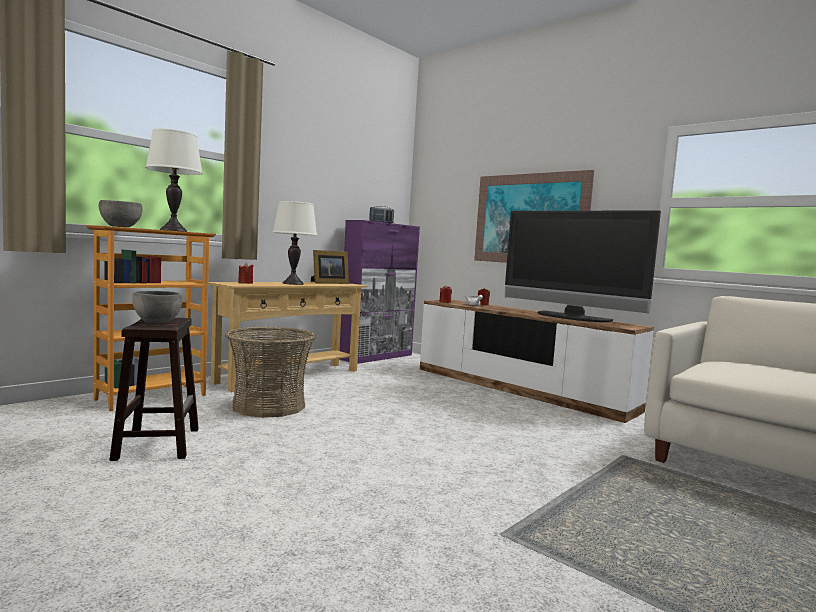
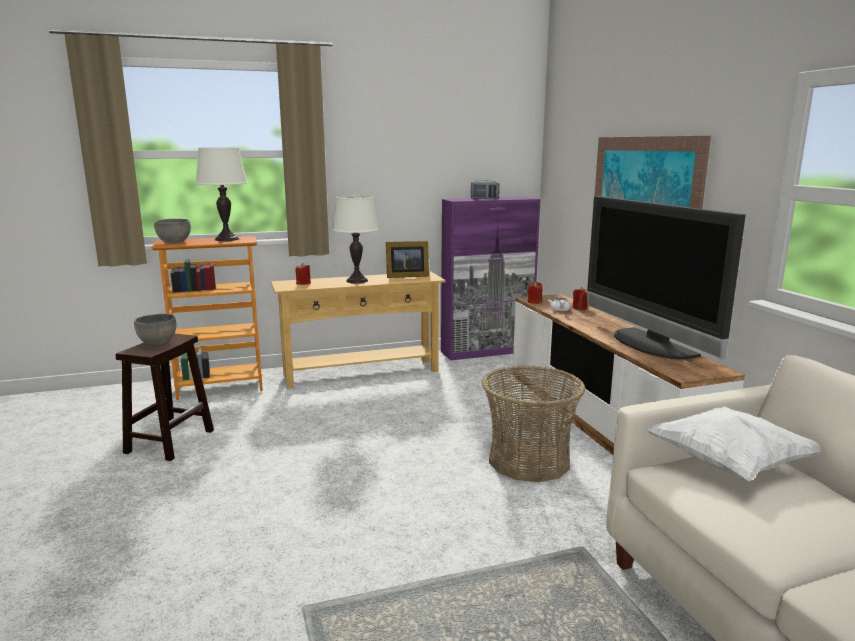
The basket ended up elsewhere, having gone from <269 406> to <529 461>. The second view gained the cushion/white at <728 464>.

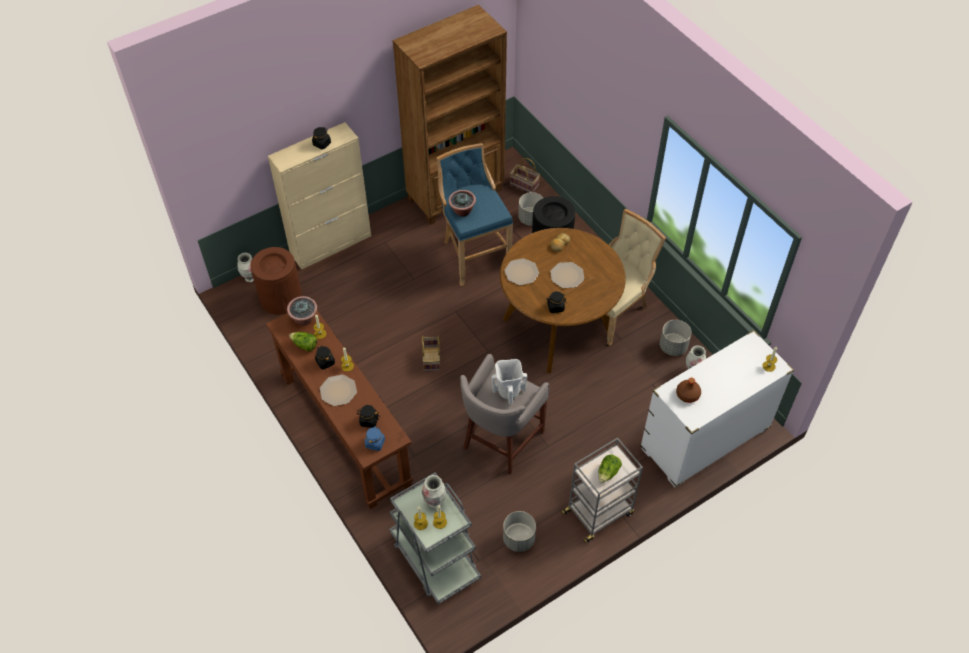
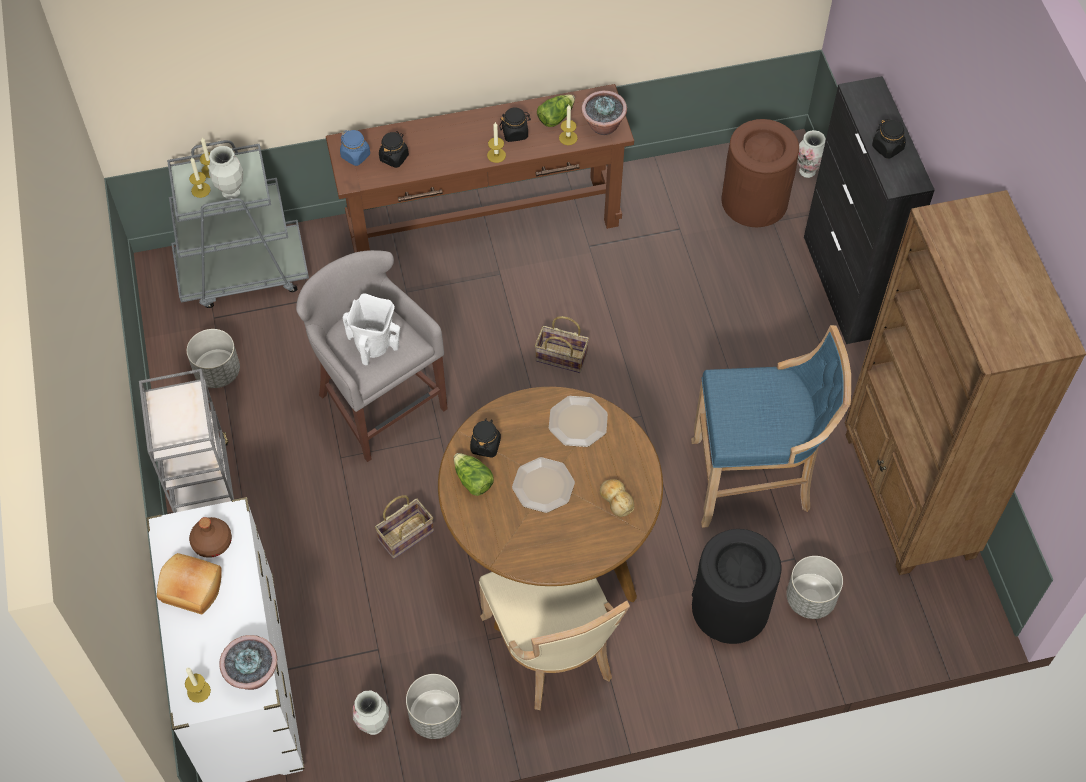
The second view gained the baked bread at <191 590>. The houseplant ended up elsewhere, having gone from <462 211> to <253 674>. The basket ended up elsewhere, having gone from <525 184> to <405 537>. The head of lettuce ended up elsewhere, having gone from <608 473> to <472 480>. What was the cabinet/beige at <331 244> turned into the cabinet/black-coloured at <844 286>. The second view lost the flat dish at <338 390>.

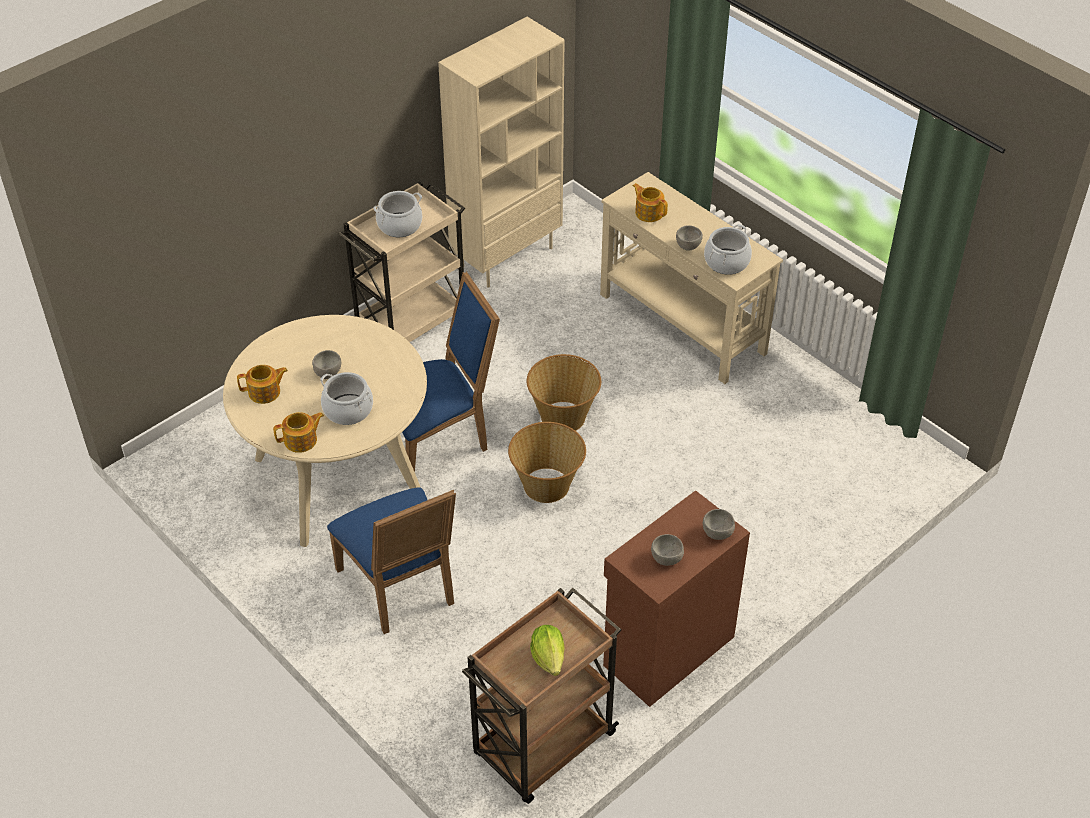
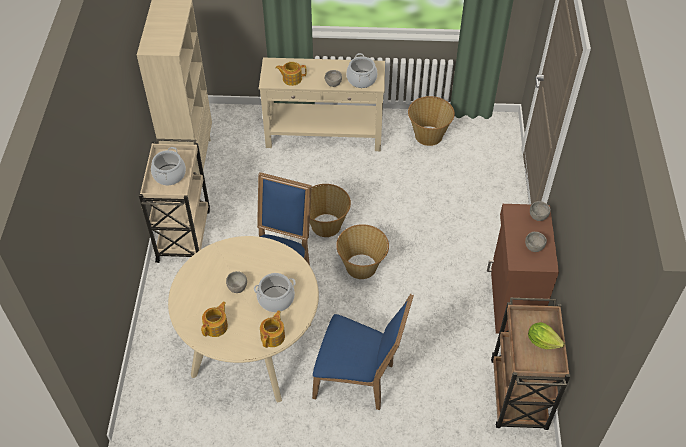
The second view gained the basket at <428 135>.

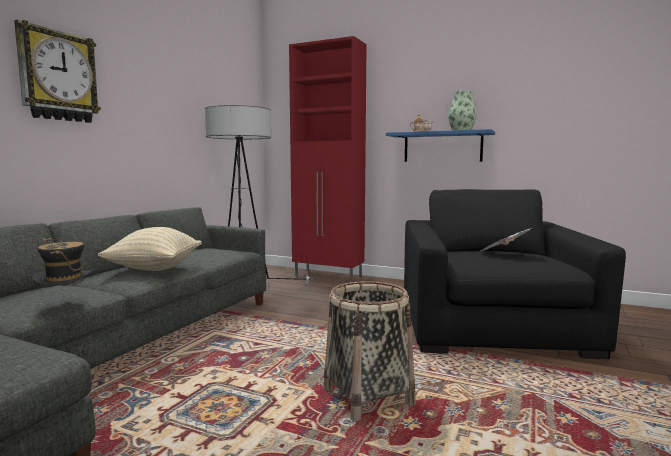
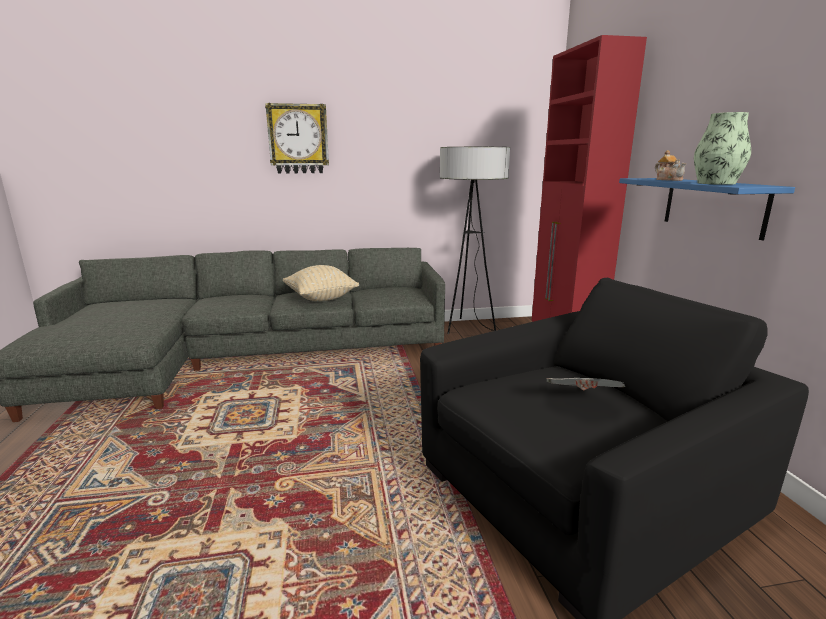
The second view lost the clothing hat at <66 304>. The second view lost the basket at <368 397>.

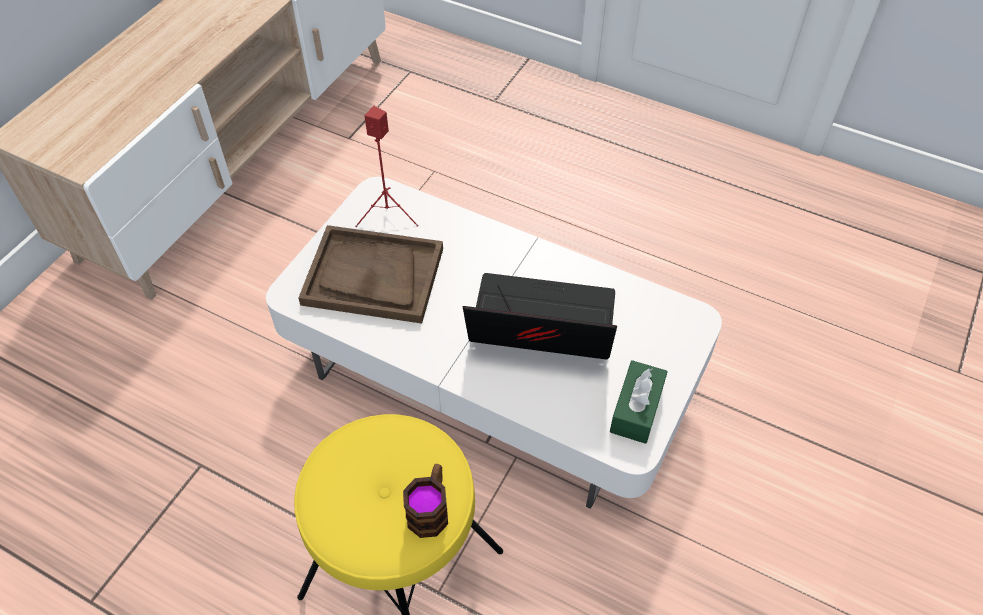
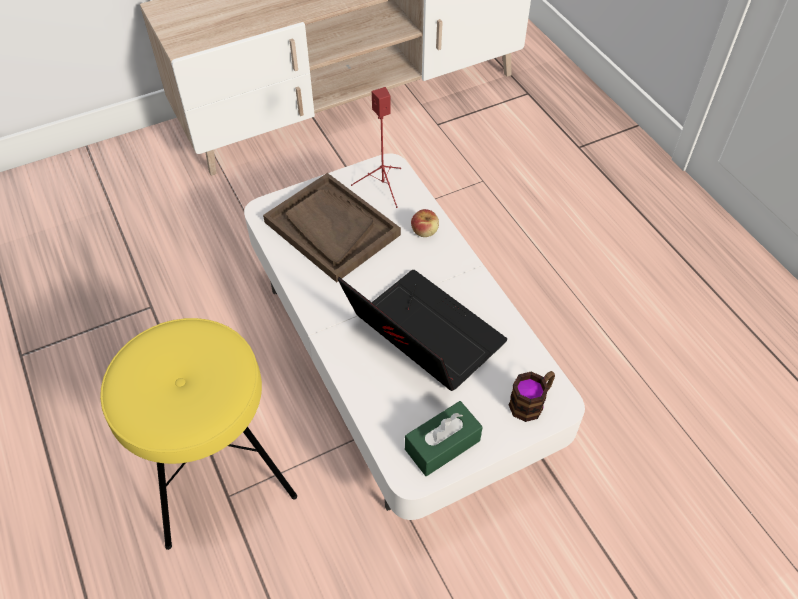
The second view gained the whole apple at <425 231>. The coffee mug ended up elsewhere, having gone from <430 509> to <531 402>.

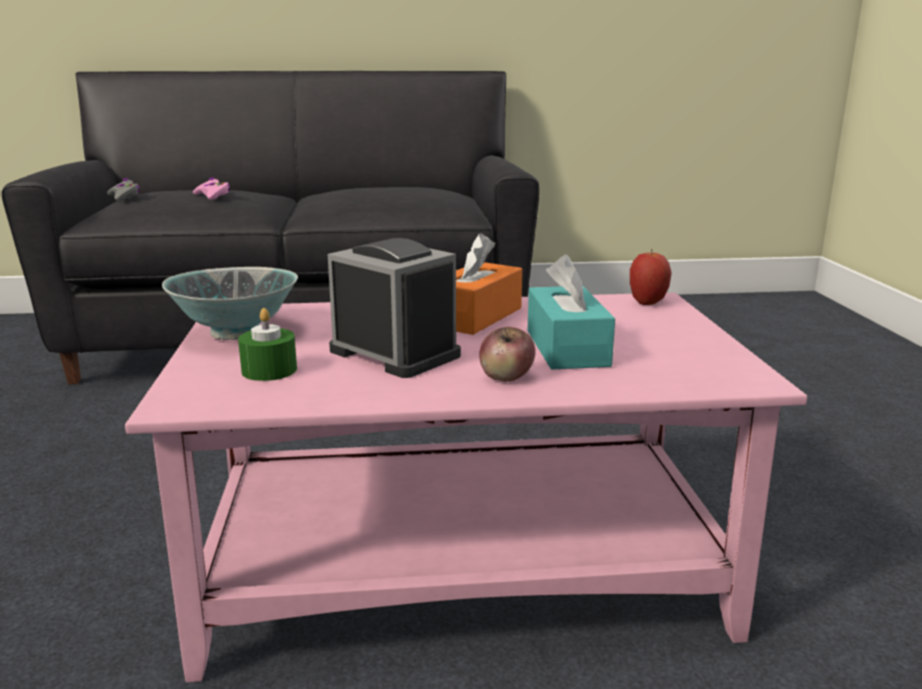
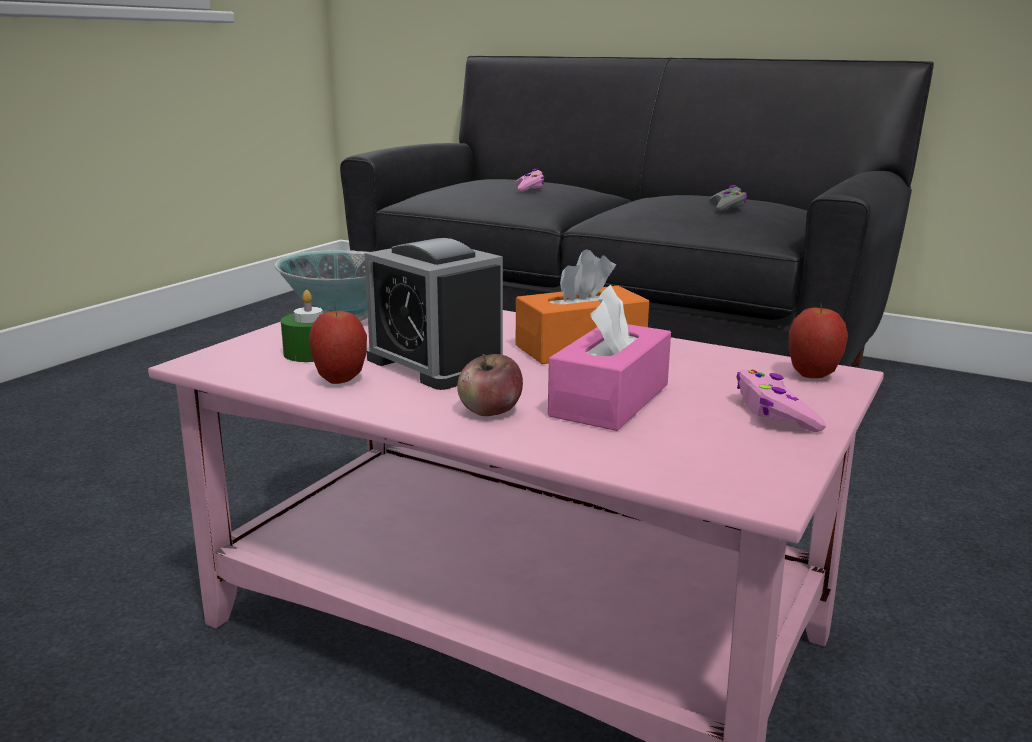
The second view gained the whole apple at <340 380>. The table clock at <394 353> ended up facing another way, 150 degrees clockwise from before. What was the tissue holder/turquoise-coloured at <567 348> turned into the tissue holder/pink at <610 400>. The gamepad/gray ended up elsewhere, having gone from <124 197> to <727 206>. The second view gained the gamepad/pink at <774 413>.

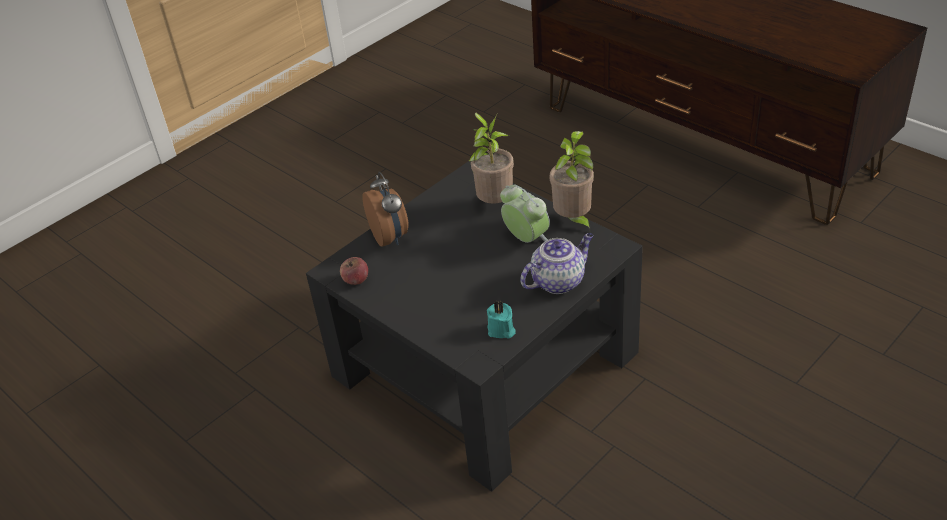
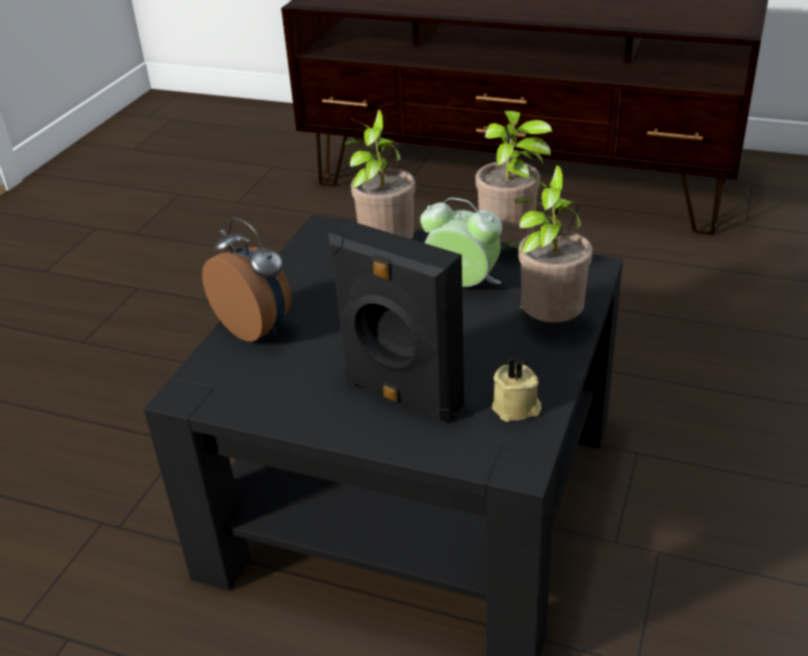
The second view gained the audio speaker/black-coloured at <400 396>. What was the candle/turquoise-coloured at <501 330> turned into the candle/beige at <517 408>. Where the teapot stood at <558 281>, the houseplant came to stand at <548 324>. The second view lost the whole apple at <355 280>.

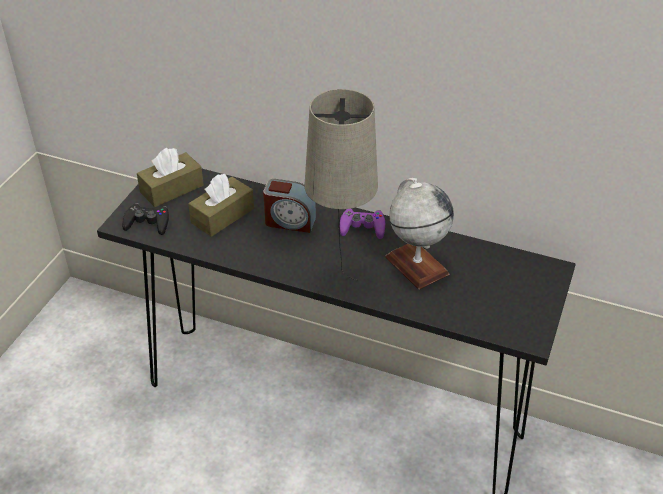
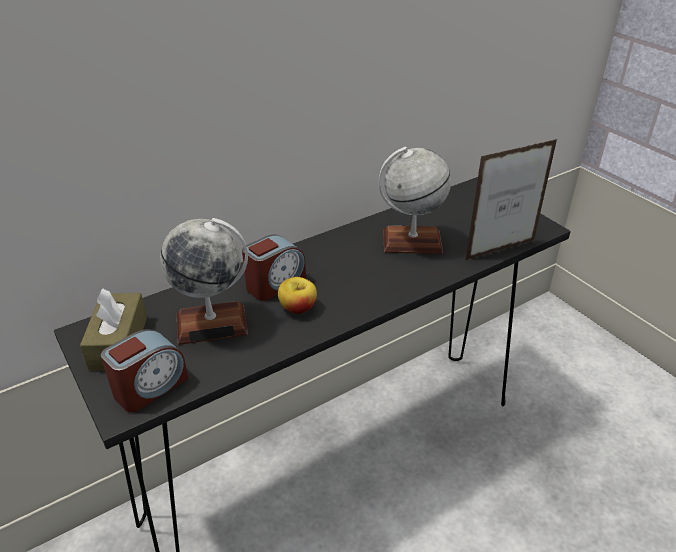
Where the gamepad/black-coloured stood at <147 223>, the table clock came to stand at <150 387>. Where the tissue holder/brownish stood at <222 215>, the globe came to stand at <212 324>. The second view gained the whole apple at <298 308>. The second view gained the standing frame at <500 250>. The second view lost the tabletop lamp/beige at <339 280>. The second view lost the gamepad/purple-coloured at <362 227>.

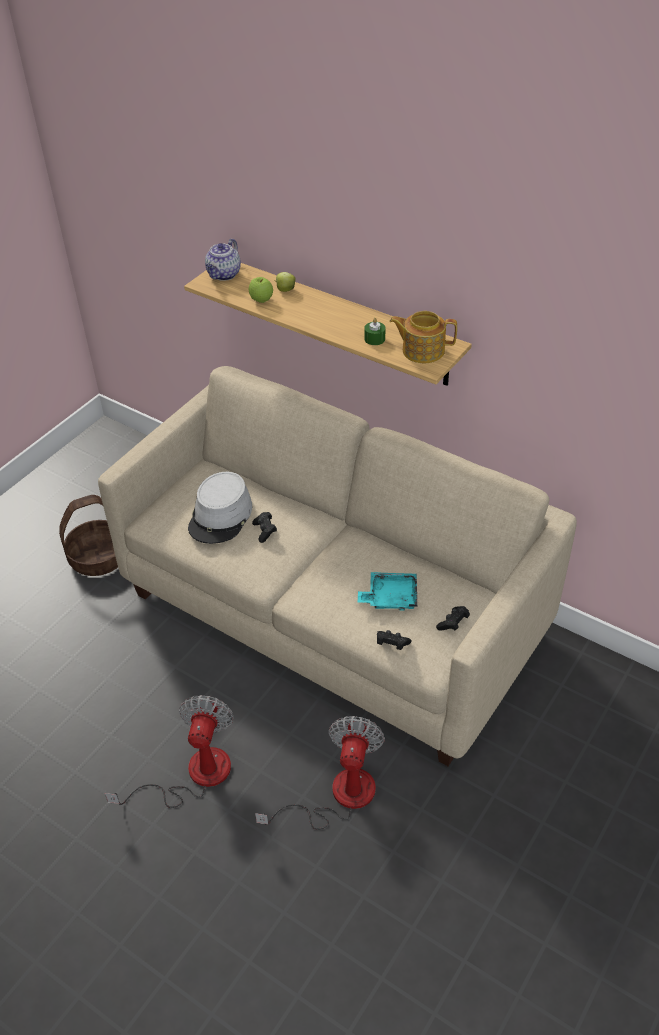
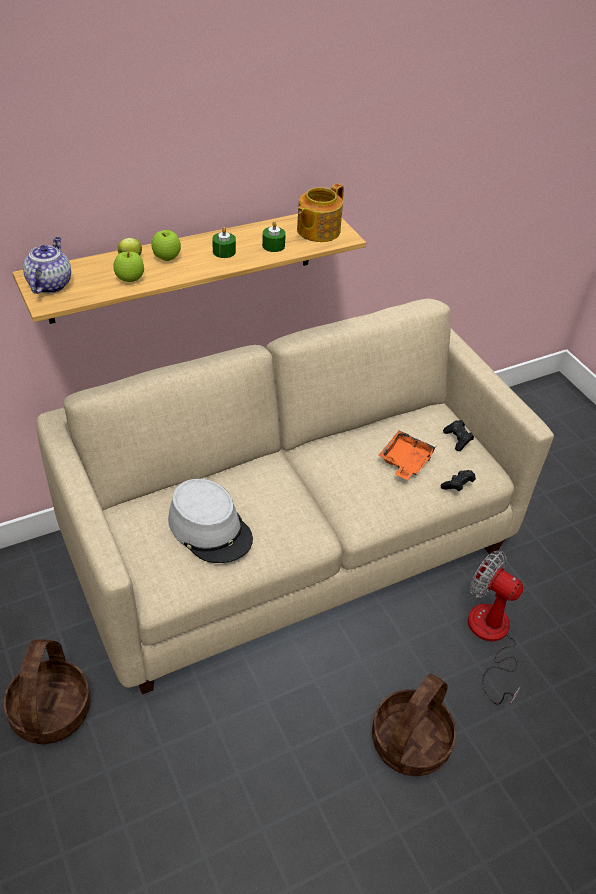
The teapot at <224 275> ended up facing another way, 135 degrees counterclockwise from before. The second view gained the whole apple at <167 258>. The second view gained the candle/green at <224 251>. Where the electric fan stood at <194 775>, the basket came to stand at <410 742>. What was the tray/turquoise-coloured at <390 597> turned into the tray/orangey at <405 461>. The second view lost the gamepad/black-coloured at <265 531>.

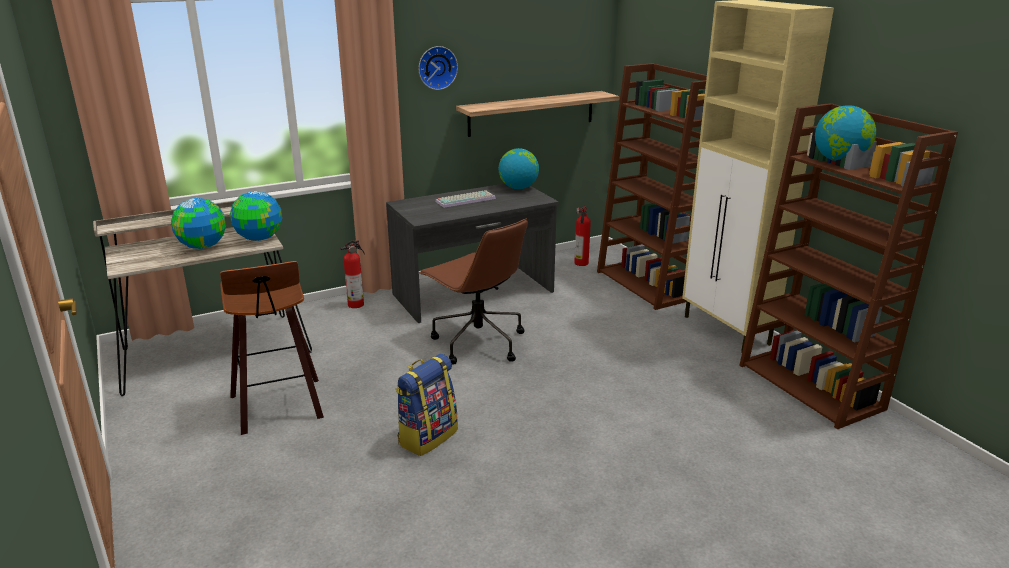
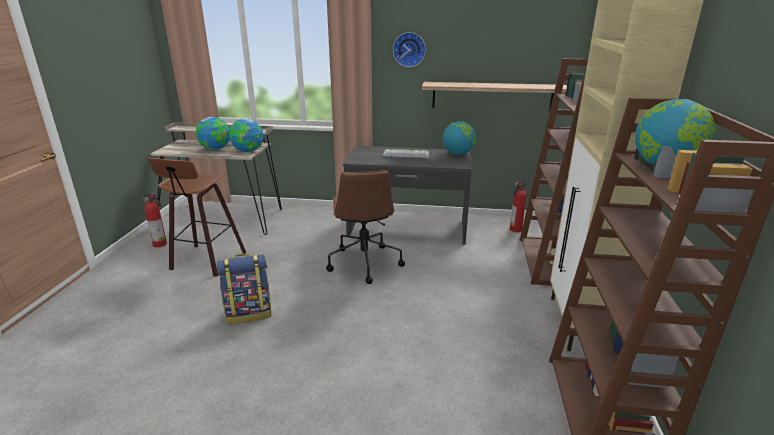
The fire-fighting cylinder ended up elsewhere, having gone from <357 304> to <160 244>.

